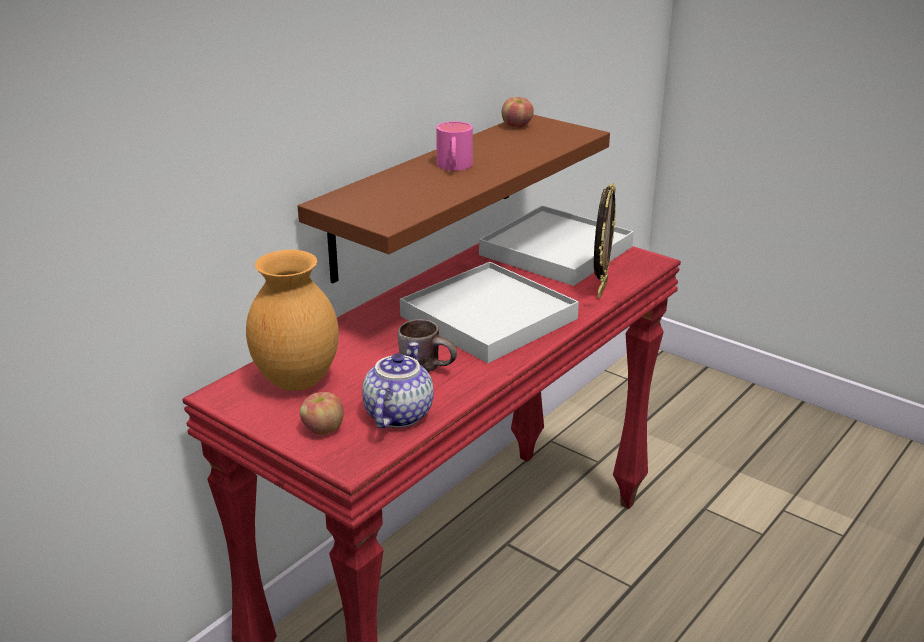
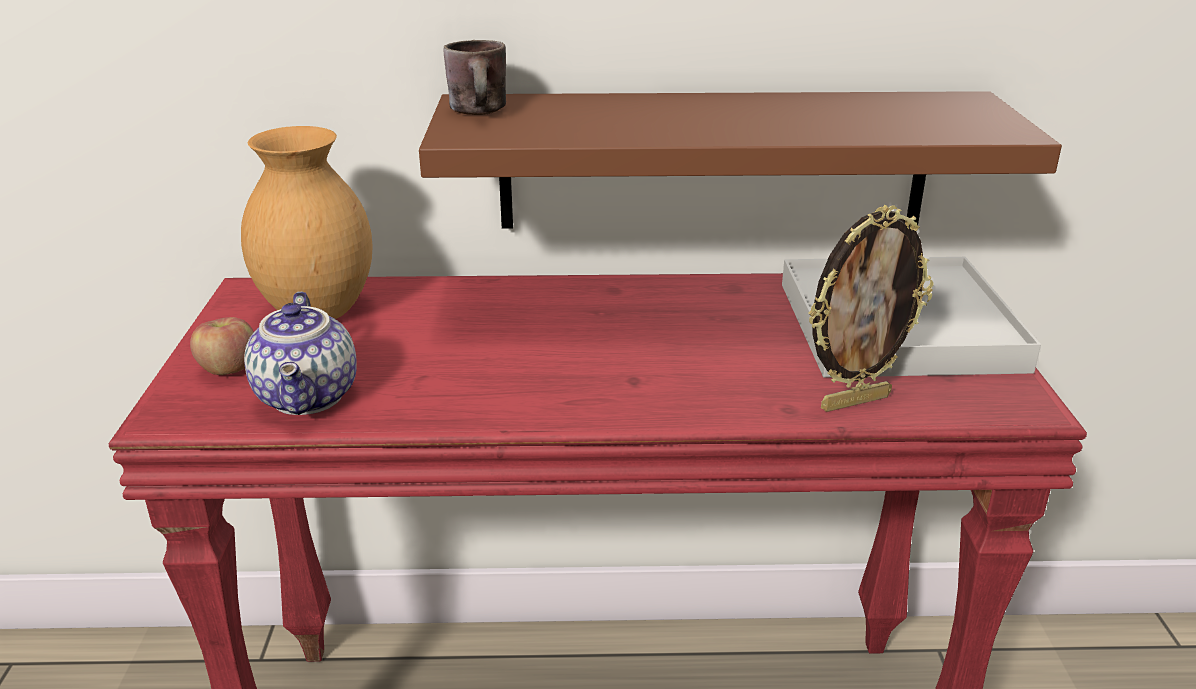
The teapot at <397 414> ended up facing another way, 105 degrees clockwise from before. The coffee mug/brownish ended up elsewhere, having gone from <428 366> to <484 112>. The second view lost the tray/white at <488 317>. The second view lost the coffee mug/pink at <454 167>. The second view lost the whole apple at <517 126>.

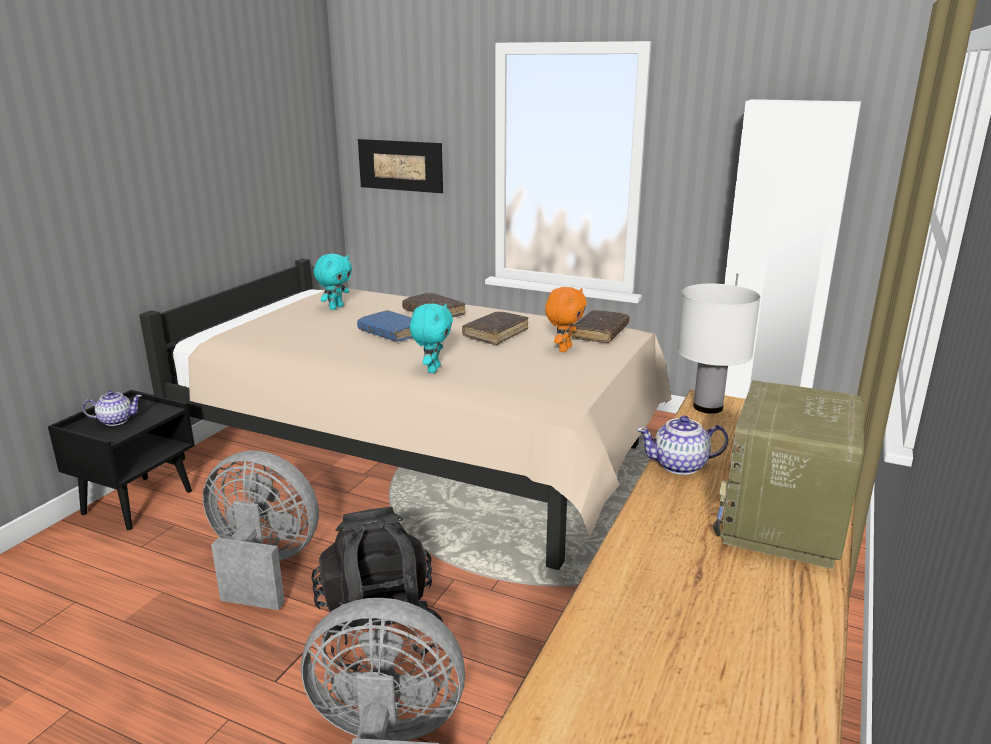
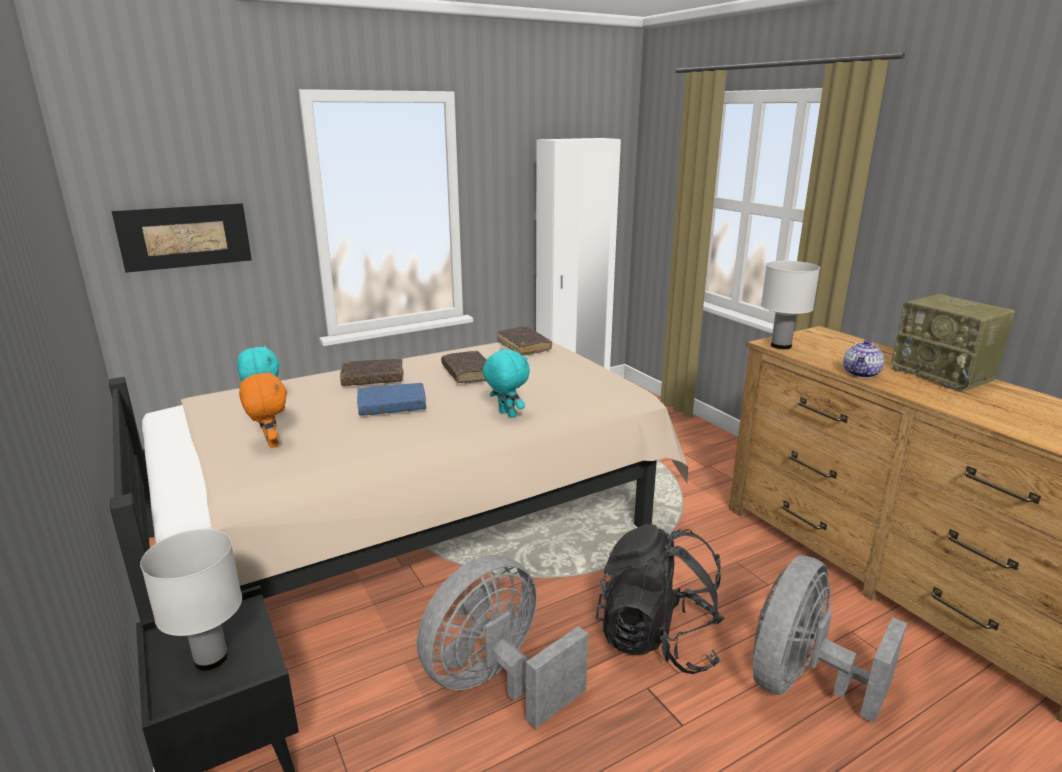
Where the teapot stood at <116 420>, the tabletop lamp/white came to stand at <210 658>. The plush toy/orangey ended up elsewhere, having gone from <564 349> to <270 443>.

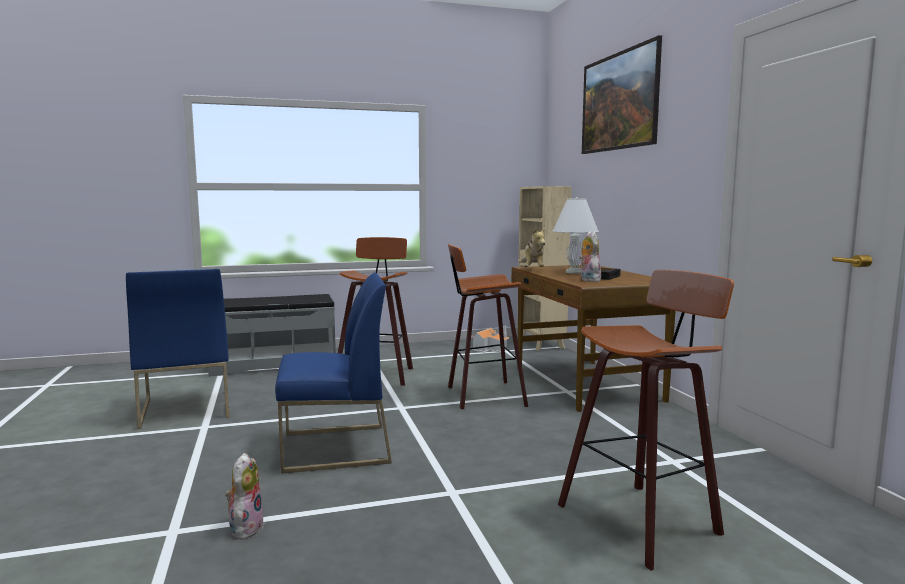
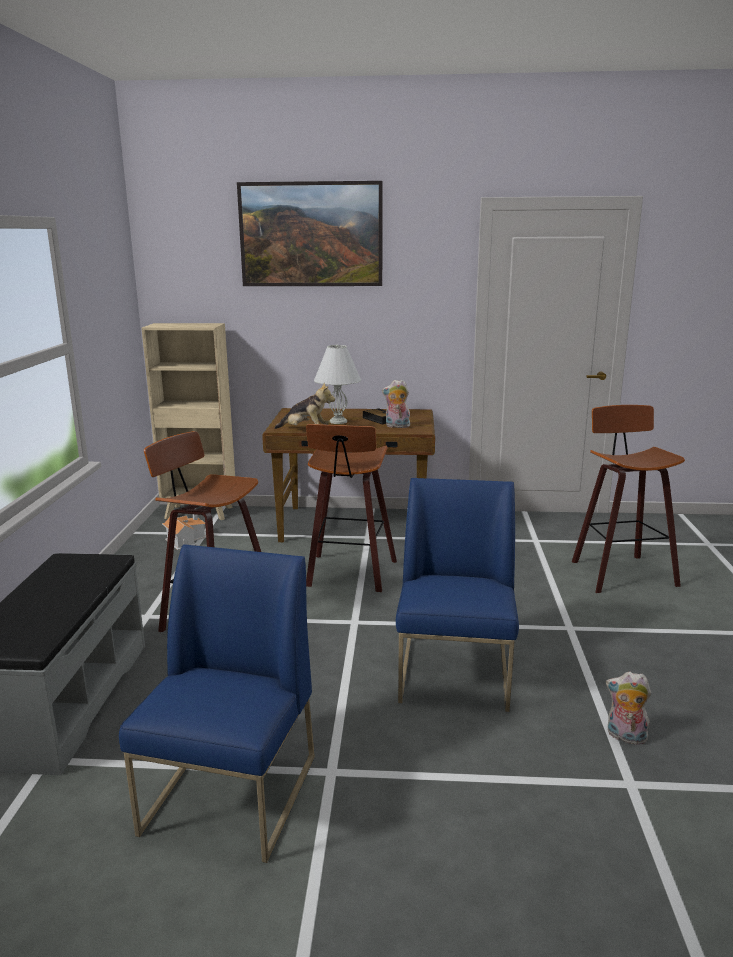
The upright chair/blue-coloured at <185 408> ended up facing another way, 75 degrees counterclockwise from before.

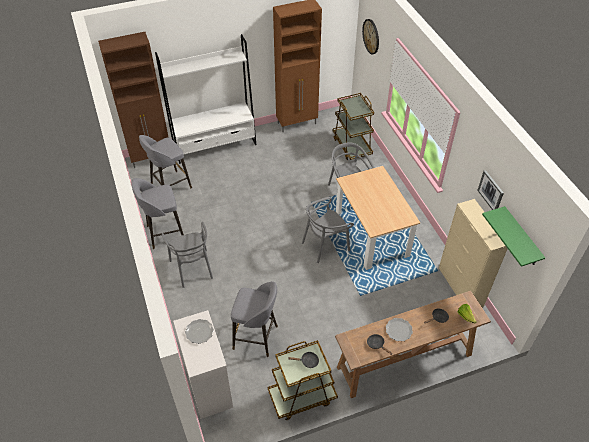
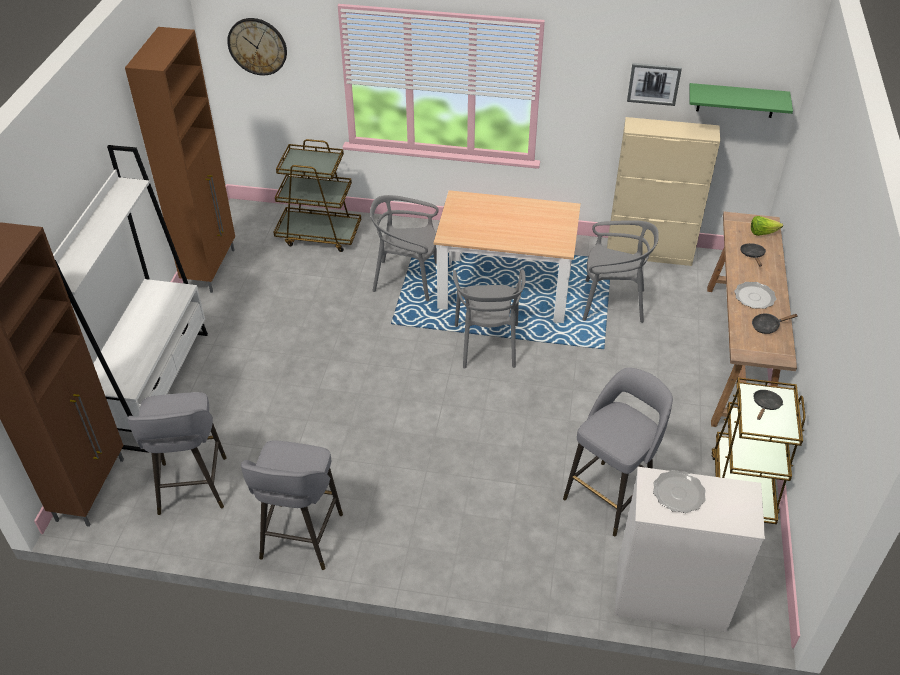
The upright chair/gray ended up elsewhere, having gone from <192 268> to <612 303>.

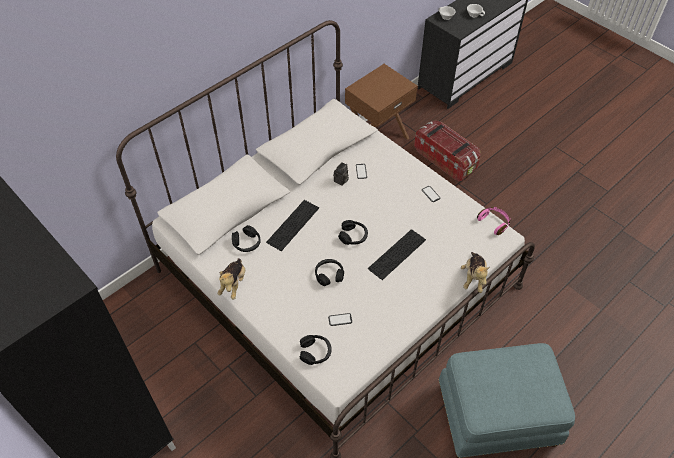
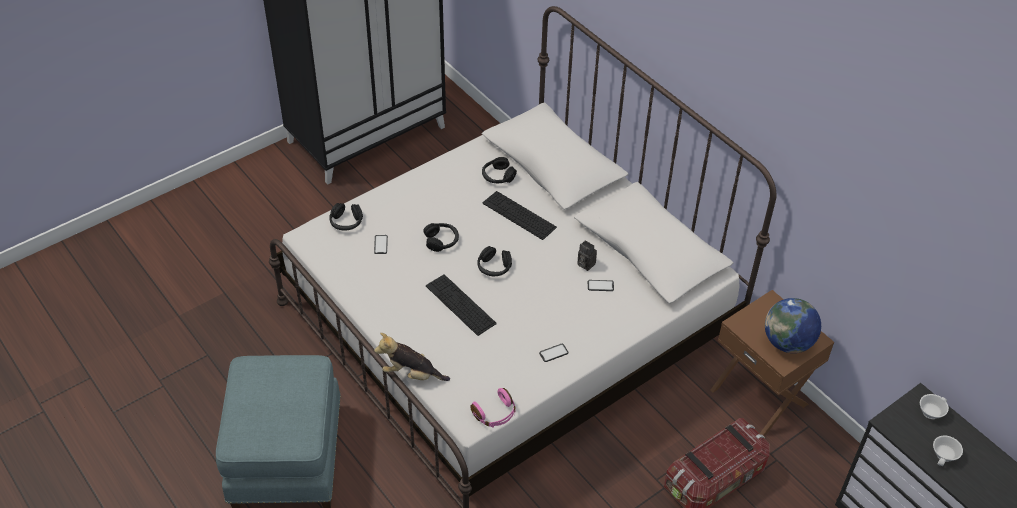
The second view gained the globe at <787 342>. The second view lost the plush toy at <233 284>.

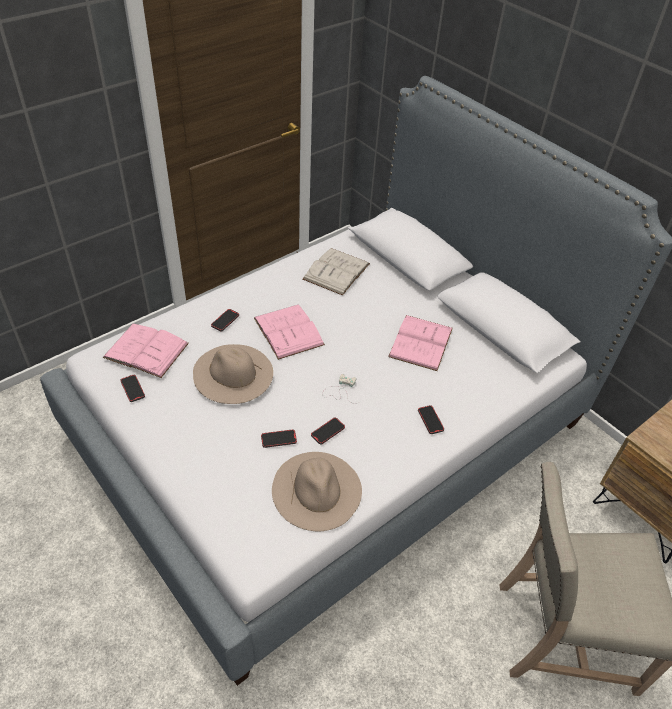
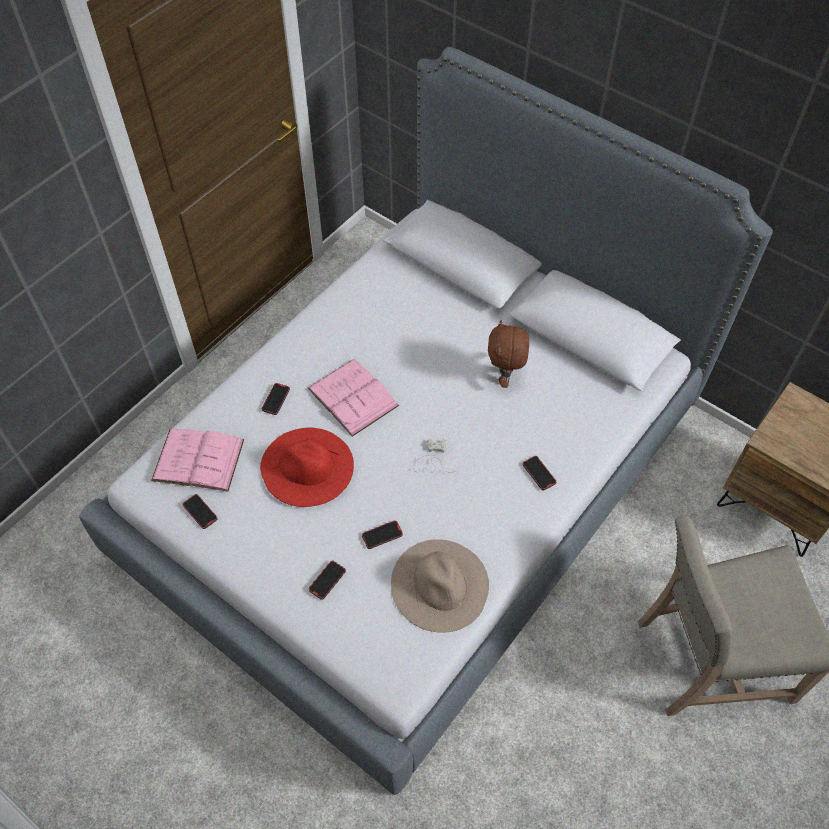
What was the clothing hat/beige at <232 373> turned into the clothing hat/red-coloured at <307 466>. The handset ended up elsewhere, having gone from <328 432> to <327 580>. Where the book/pink stood at <421 342>, the plush toy/brownish came to stand at <505 377>. The second view lost the book/white at <336 271>.

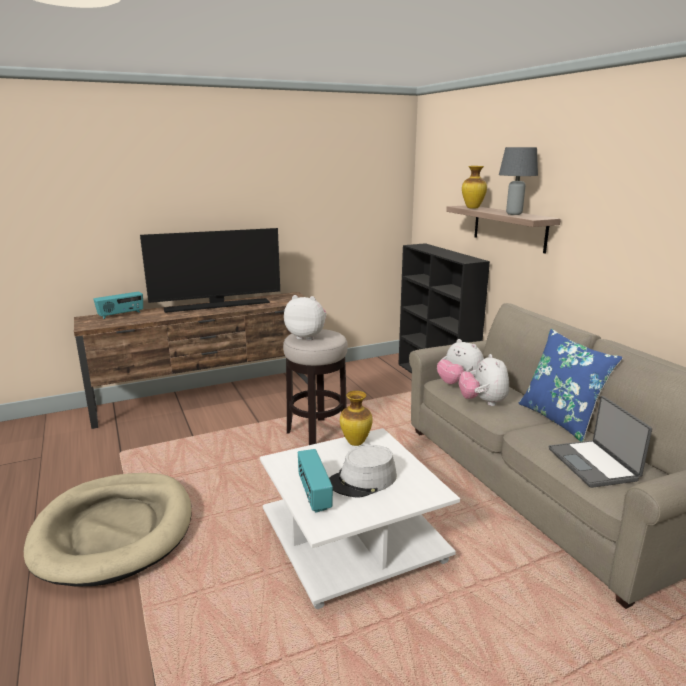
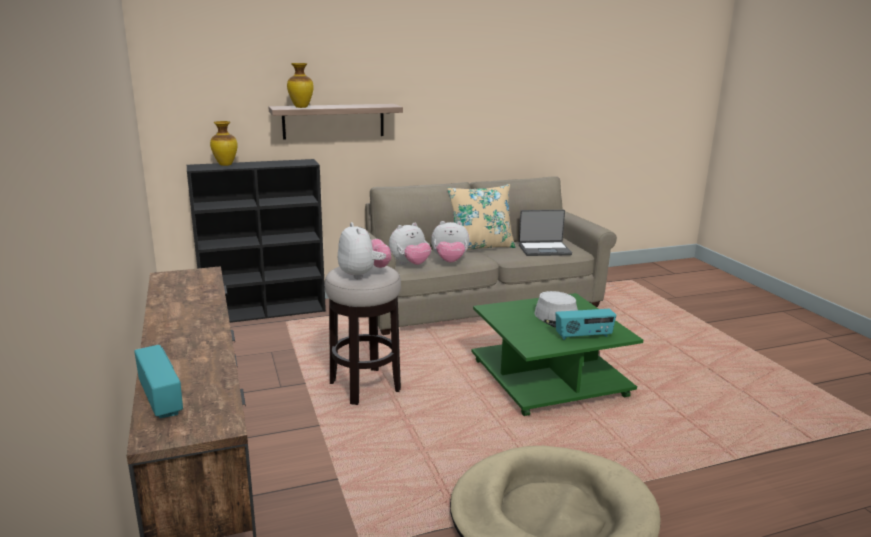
The vase ended up elsewhere, having gone from <356 443> to <226 165>. The plush toy at <307 336> ended up facing another way, 135 degrees clockwise from before. What was the cushion/blue-coloured at <560 419> turned into the cushion/beige at <480 247>. What was the low table/white at <355 540> turned into the low table/green at <549 377>. The second view lost the TV set at <217 306>. The second view lost the tabletop lamp/gray at <514 214>.

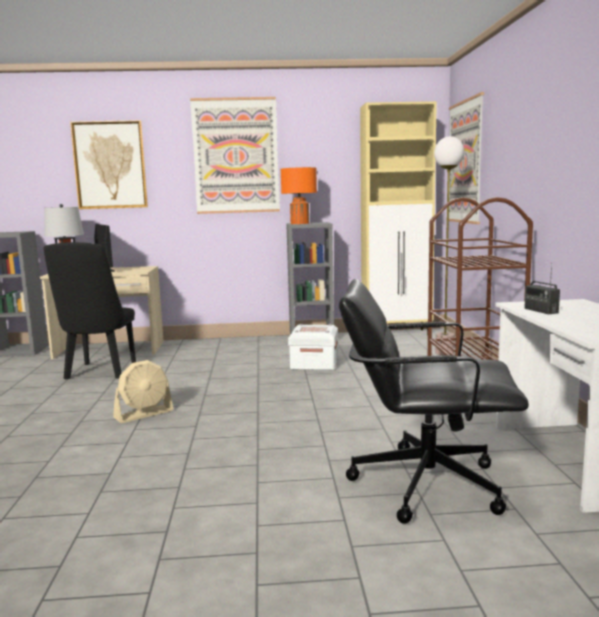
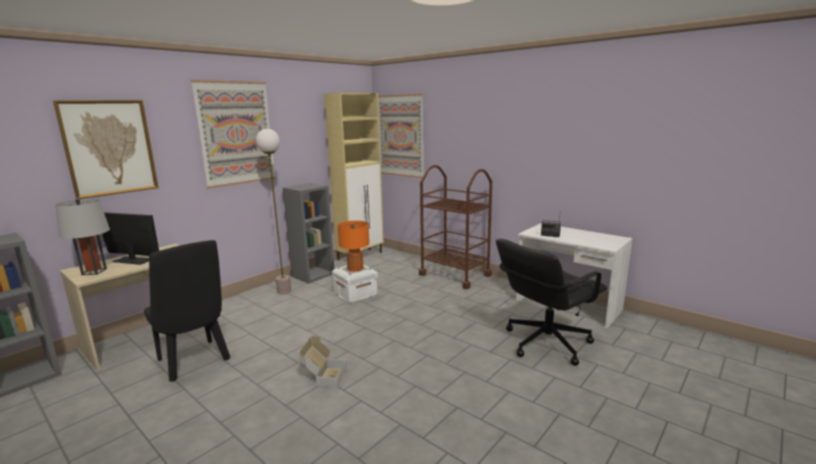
The standing lamp ended up elsewhere, having gone from <444 353> to <284 291>. Where the electric fan/beige stood at <144 414>, the carton came to stand at <324 376>. The tabletop lamp/orangey ended up elsewhere, having gone from <300 223> to <355 268>.

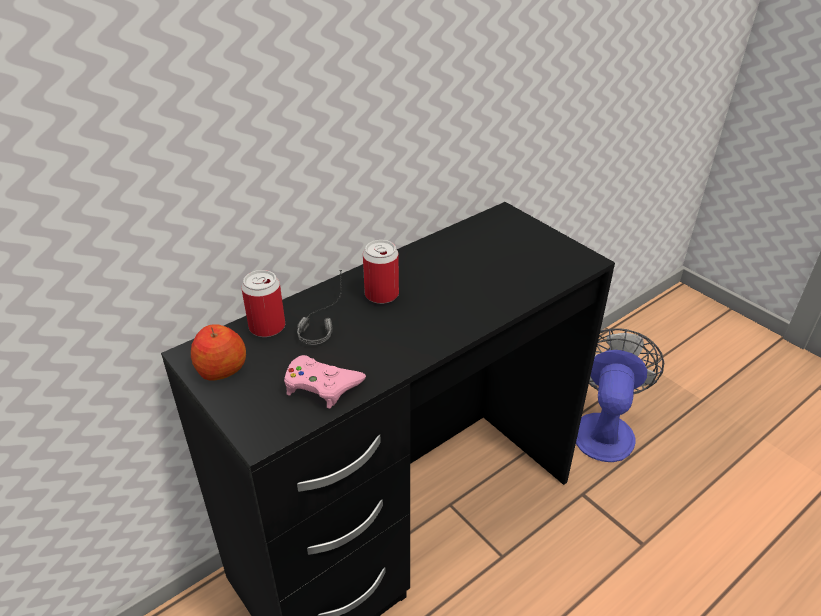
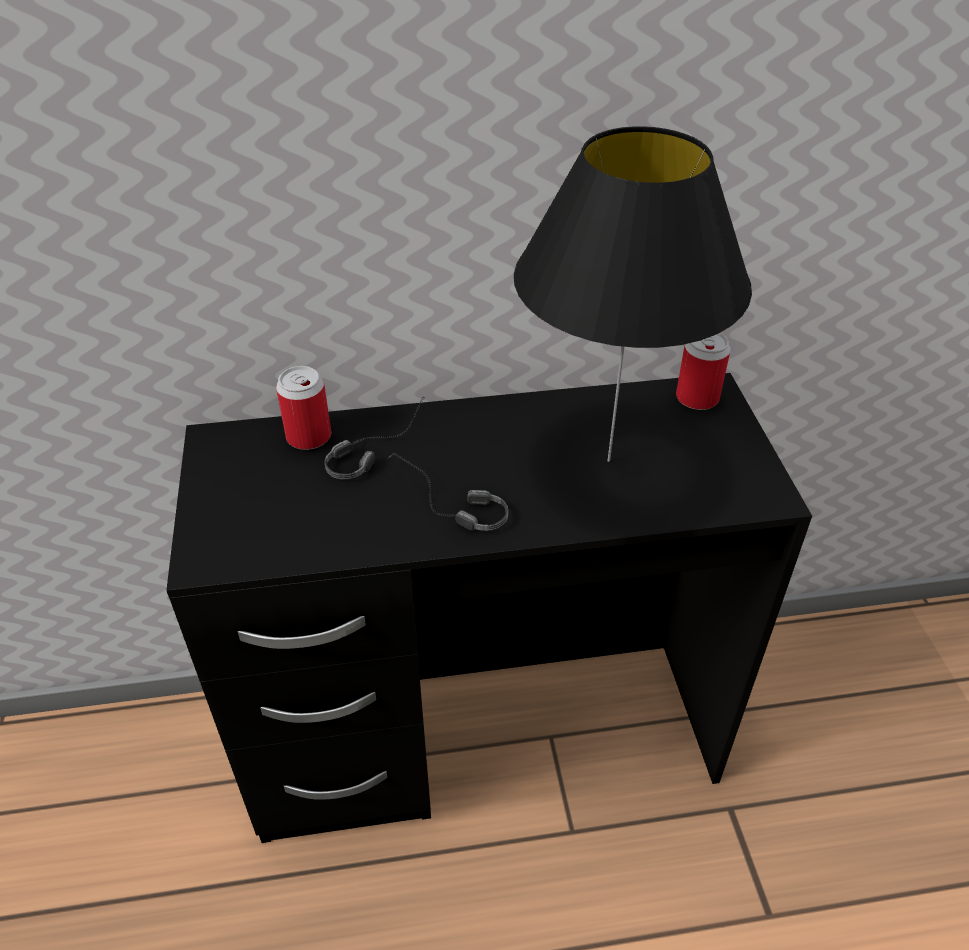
The second view gained the headphones at <444 506>. The second view gained the tabletop lamp/black-coloured at <607 461>. The sealed can ended up elsewhere, having gone from <381 294> to <697 398>. The second view lost the whole apple at <221 368>. The second view lost the gamepad/pink at <321 385>. The second view lost the electric fan at <604 428>.

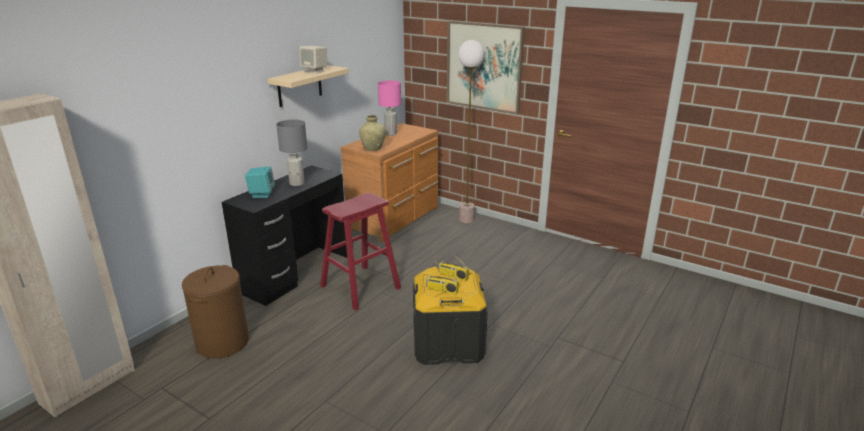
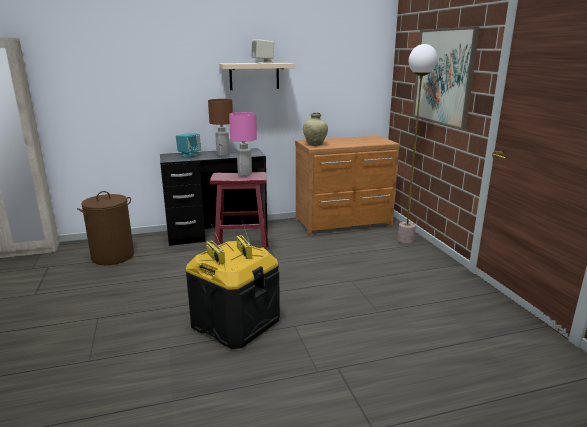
What was the tabletop lamp/gray at <297 183> turned into the tabletop lamp/brownish at <223 154>. The tabletop lamp/pink ended up elsewhere, having gone from <391 134> to <245 174>.

